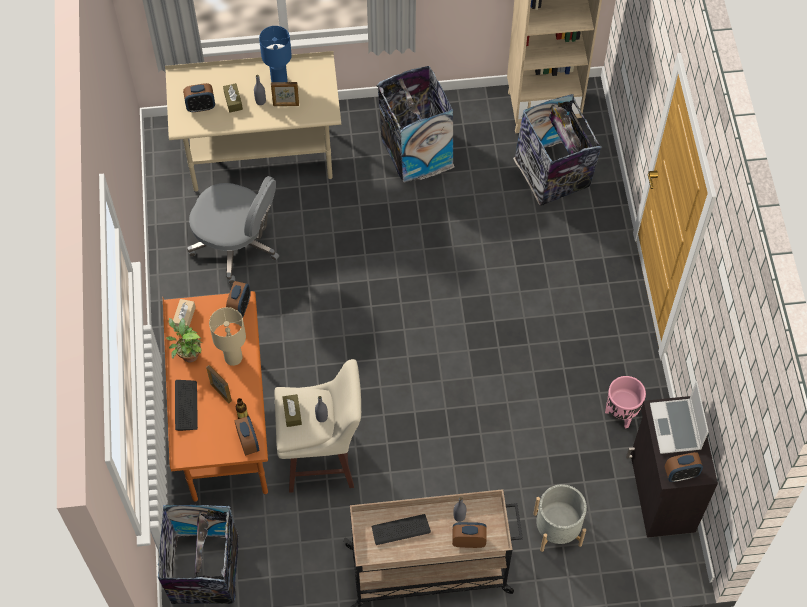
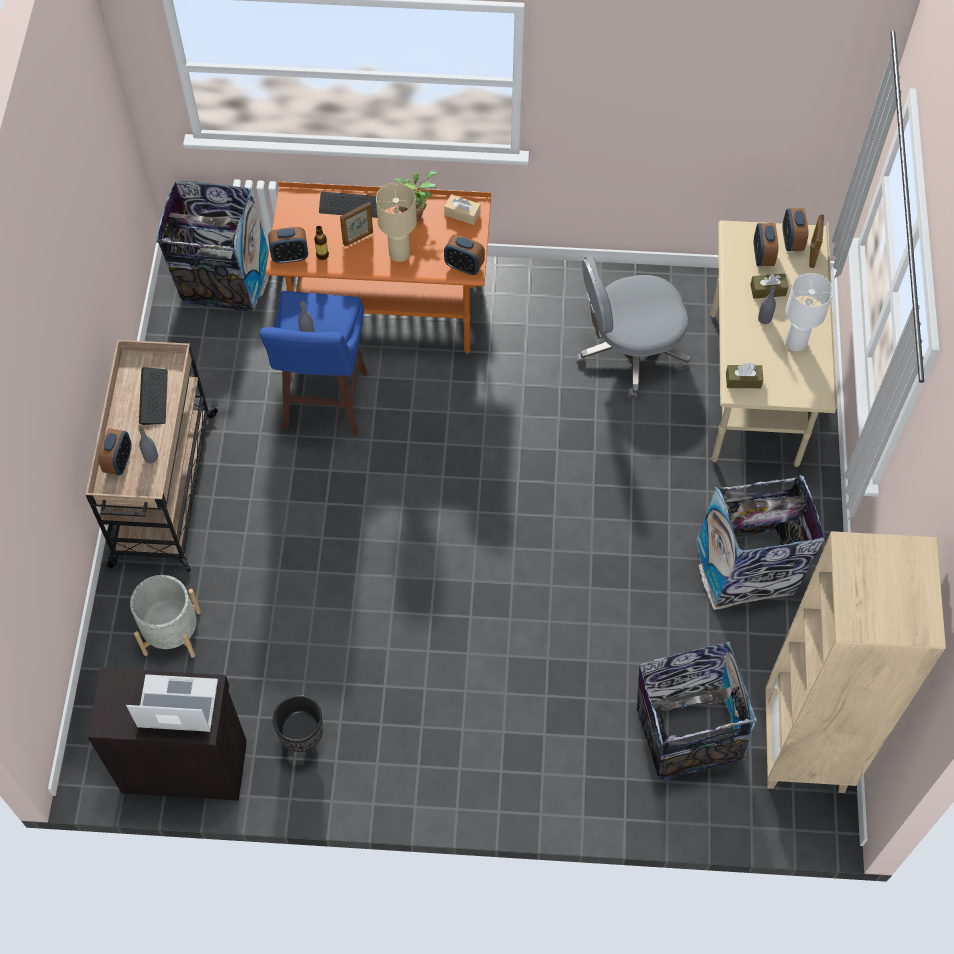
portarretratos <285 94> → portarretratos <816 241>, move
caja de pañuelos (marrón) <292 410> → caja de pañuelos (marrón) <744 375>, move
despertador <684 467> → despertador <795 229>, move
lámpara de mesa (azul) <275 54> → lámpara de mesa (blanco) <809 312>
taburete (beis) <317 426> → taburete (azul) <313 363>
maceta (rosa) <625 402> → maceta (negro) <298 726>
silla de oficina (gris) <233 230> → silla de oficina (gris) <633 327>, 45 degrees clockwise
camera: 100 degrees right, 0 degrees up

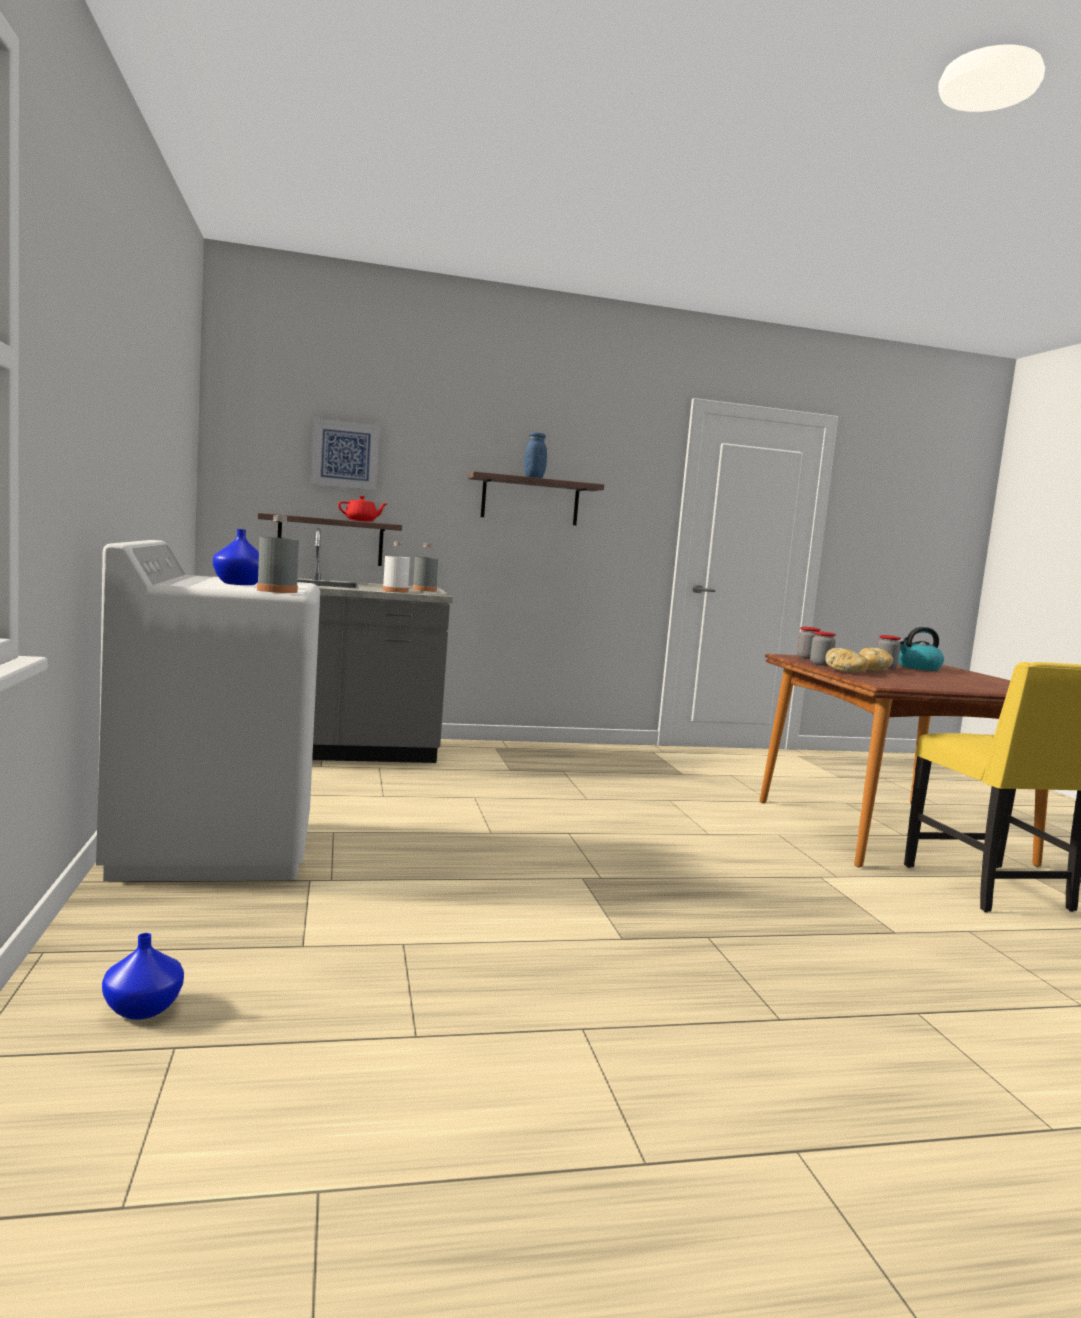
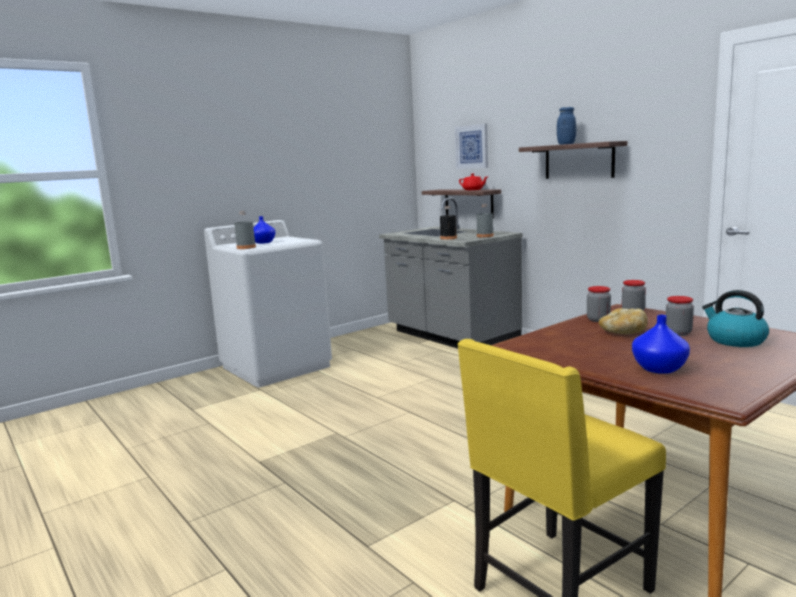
pan <847 660> → -
florero (azul) <143 976> → florero (azul) <661 344>, move
botella (blanco) <396 567> → botella (negro) <448 223>
camera: 65 degrees right, 5 degrees up

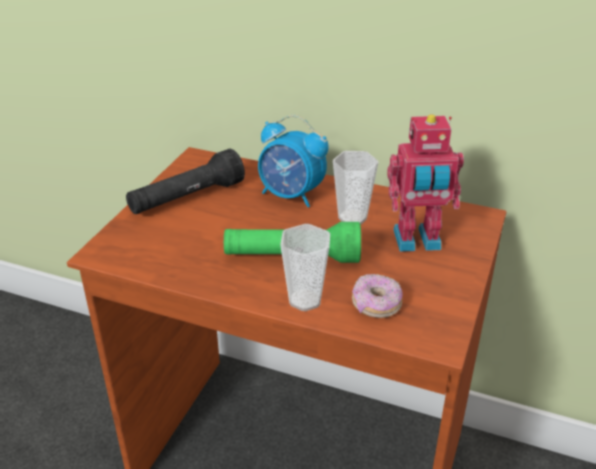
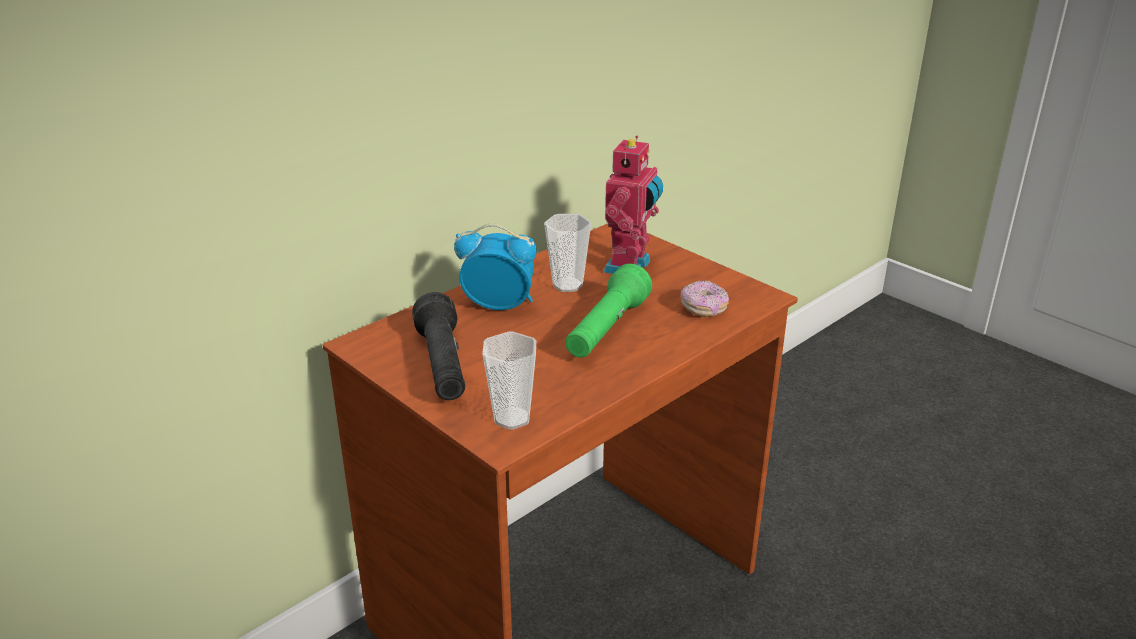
taza <305 267> → taza <509 380>, move
despertador <293 161> → despertador <495 267>, 135 degrees counterclockwise
camera: 65 degrees left, 5 degrees down

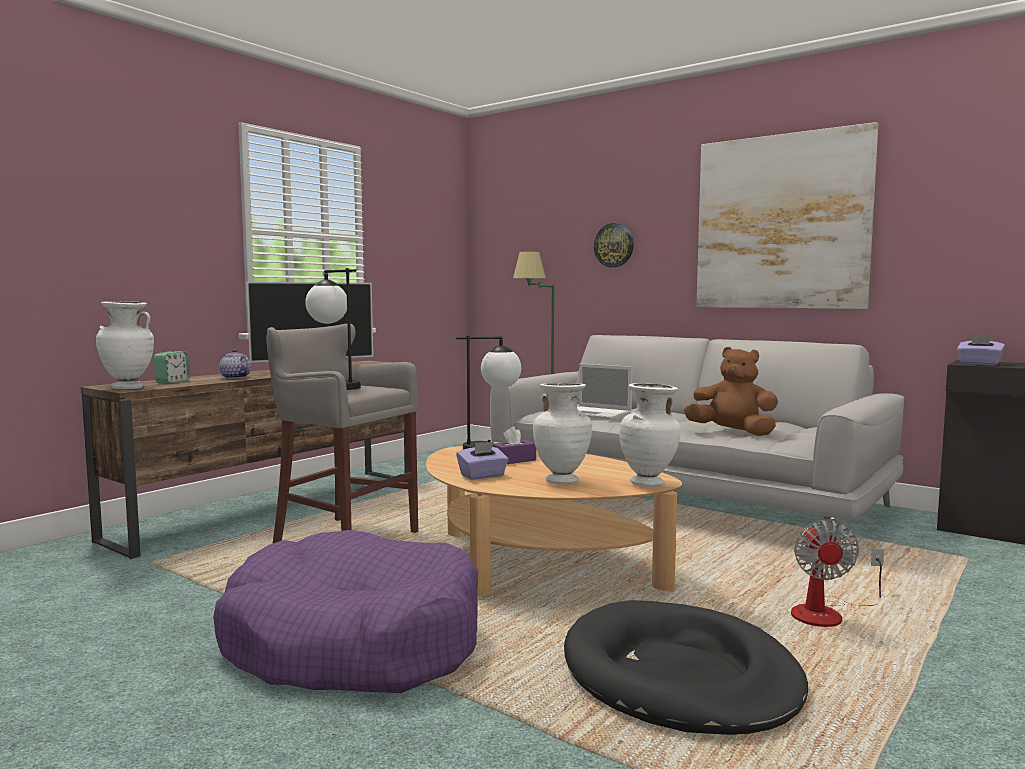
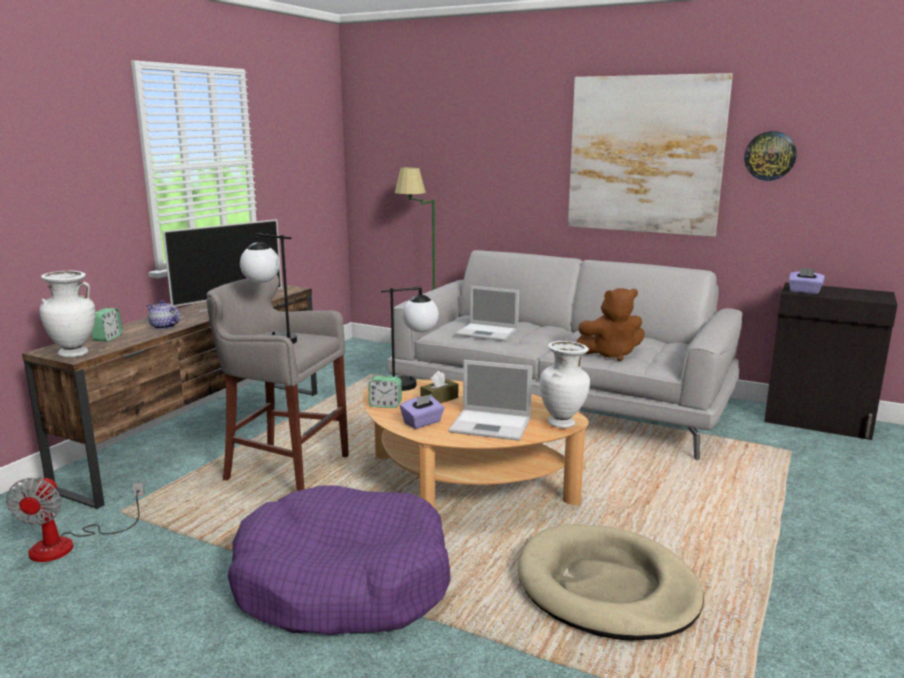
- → despertador <385 392>
reloj de pared <614 245> → reloj de pared <770 156>, move
ventilador <837 573> → ventilador <75 519>, move
florero (blanco) <562 433> → portátil <490 400>
caja de pañuelos (morado) <514 445> → caja de pañuelos (marrón) <439 387>
cama para perro (negro) <686 667> → cama para perro (beis) <611 582>
peluche (marrón) <731 391> → peluche (marrón) <611 324>, 150 degrees clockwise
camera: 10 degrees left, 10 degrees up

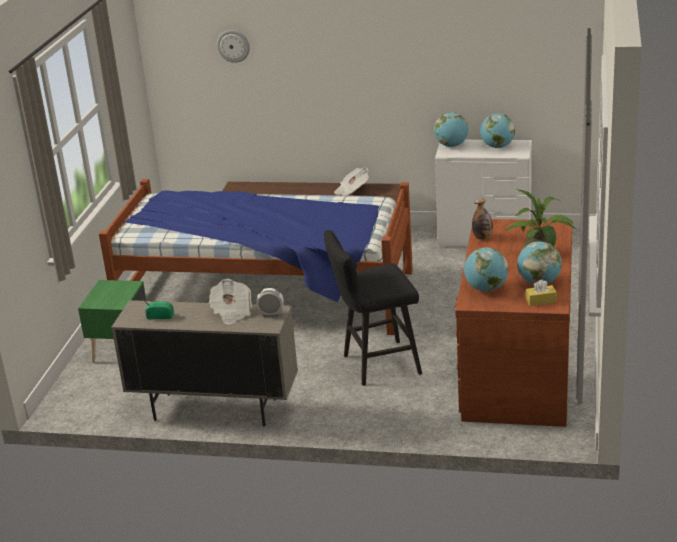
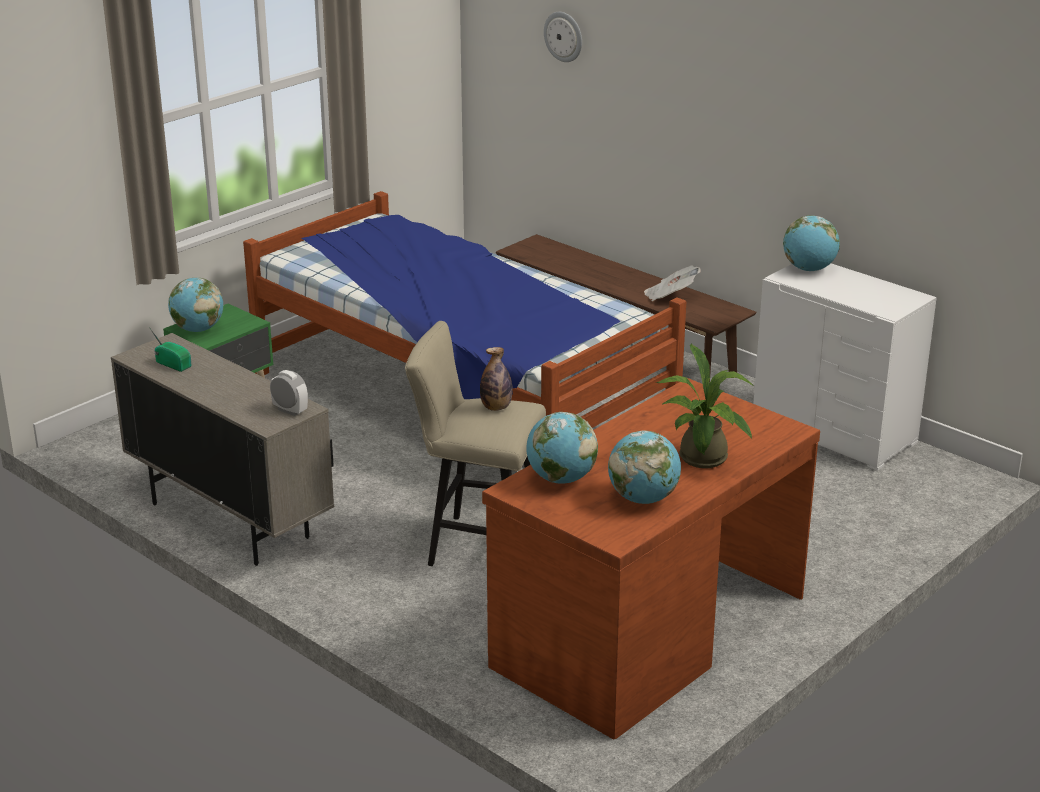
periódico <230 302> → -
caja de pañuelos (amarillo) <541 293> → -
botella <482 219> → botella <496 379>, move
globo terráqueo <497 130> → globo terráqueo <195 304>, move
taburete (negro) <373 308> → taburete (beis) <475 443>
camera: 30 degrees right, 0 degrees up

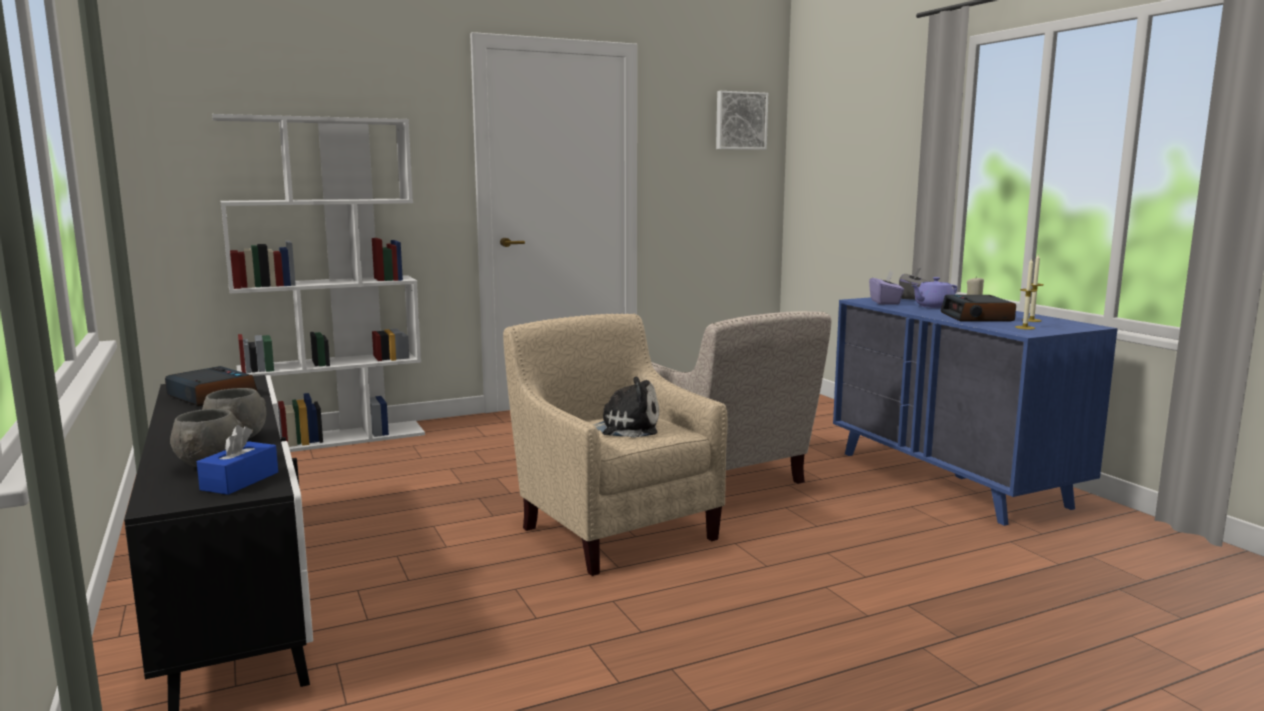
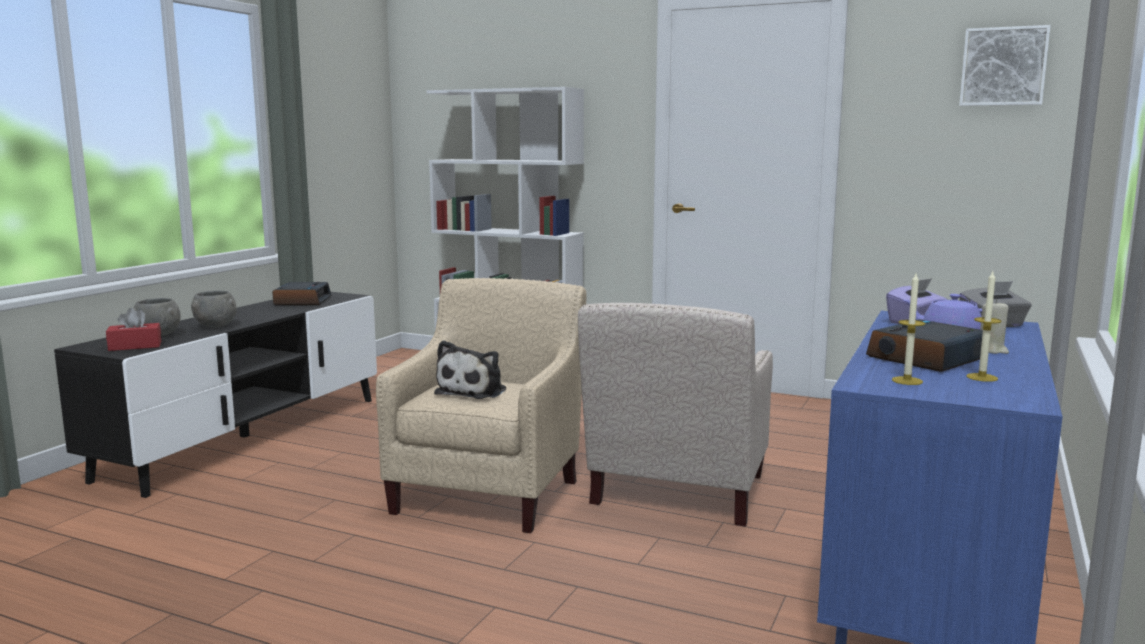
caja de pañuelos (azul) <237 460> → caja de pañuelos (rojo) <133 329>
peluche <626 407> → peluche <470 369>, 60 degrees clockwise
camera: 50 degrees right, 0 degrees up

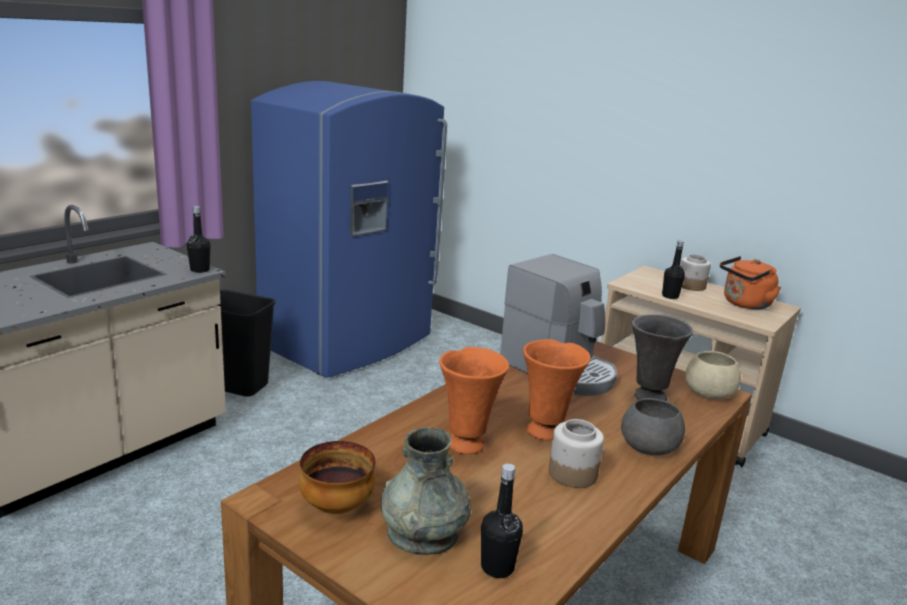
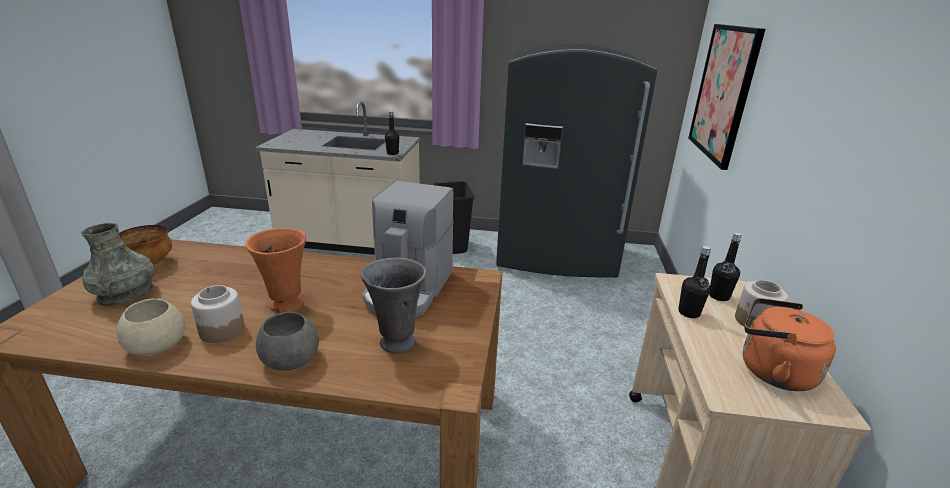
florero (naranja) <474 400> → -
- → cuadro <727 97>
botella (negro) <502 521> → botella (negro) <725 266>, move
cuenco (beis) <713 375> → cuenco (beis) <150 327>, move
nevera (azul) <349 229> → nevera (gris) <576 161>
camera: 60 degrees right, 5 degrees up

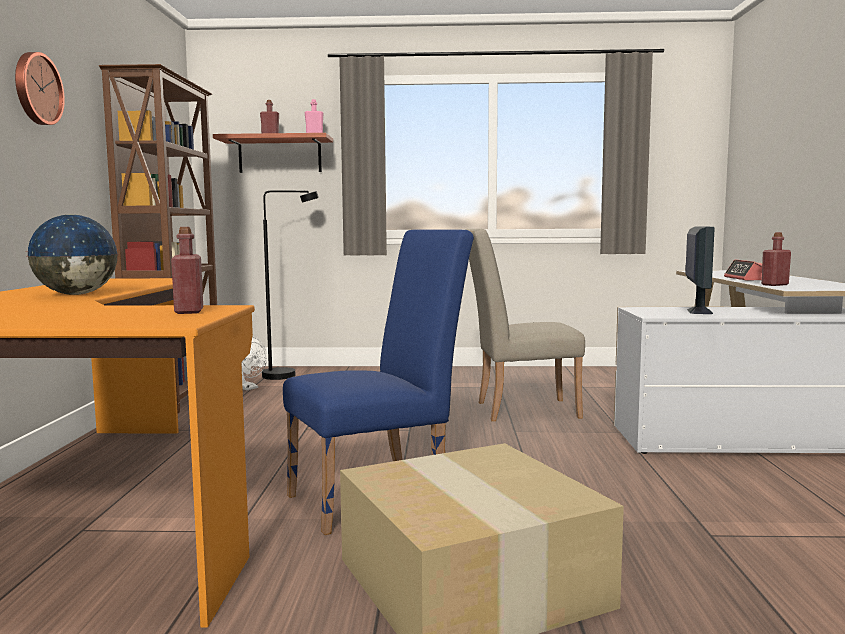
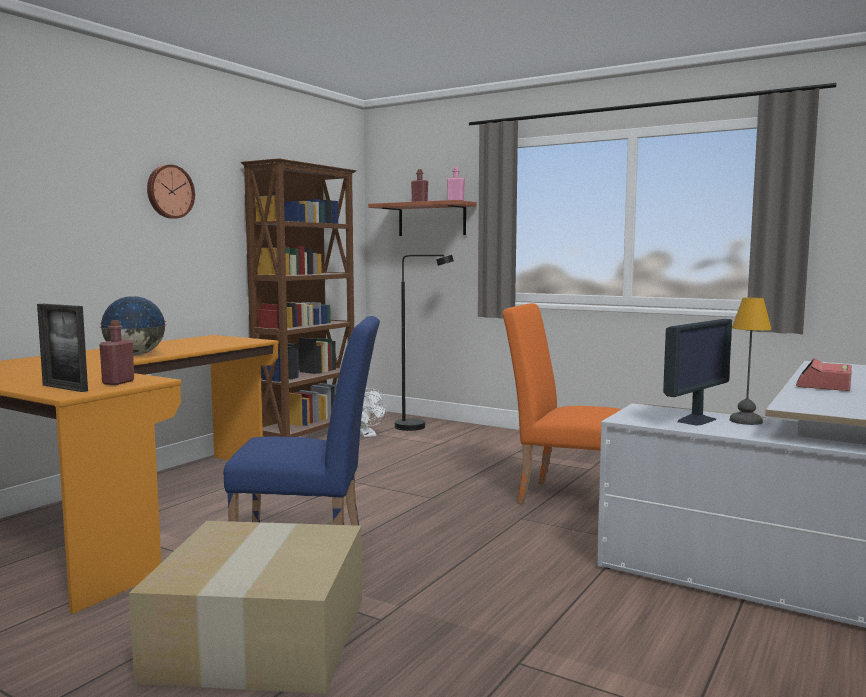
botella (rojo) <776 259> → -
- → portarretratos <62 348>
- → lámpara de mesa <750 361>
silla (beis) <525 324> → silla (naranja) <562 404>
camera: 30 degrees right, 0 degrees up

